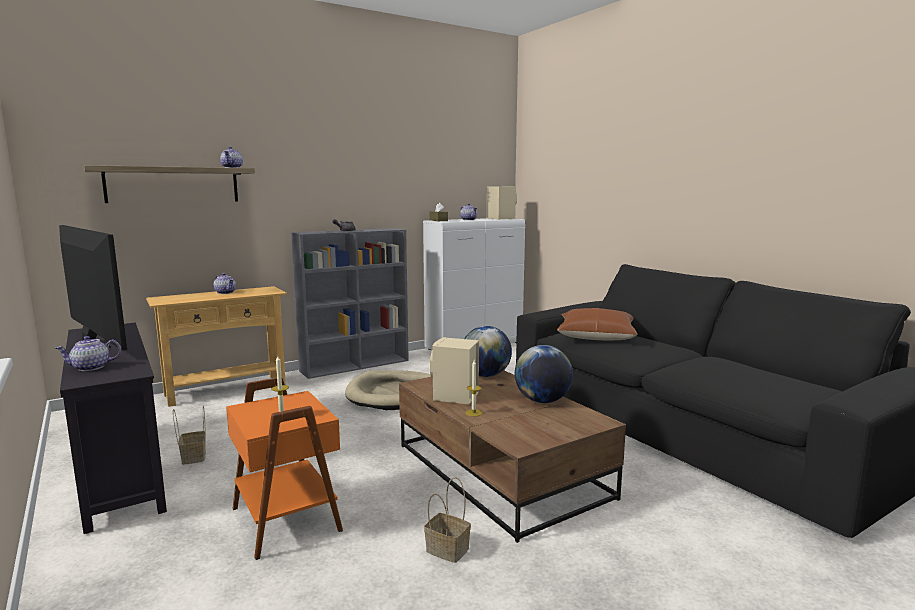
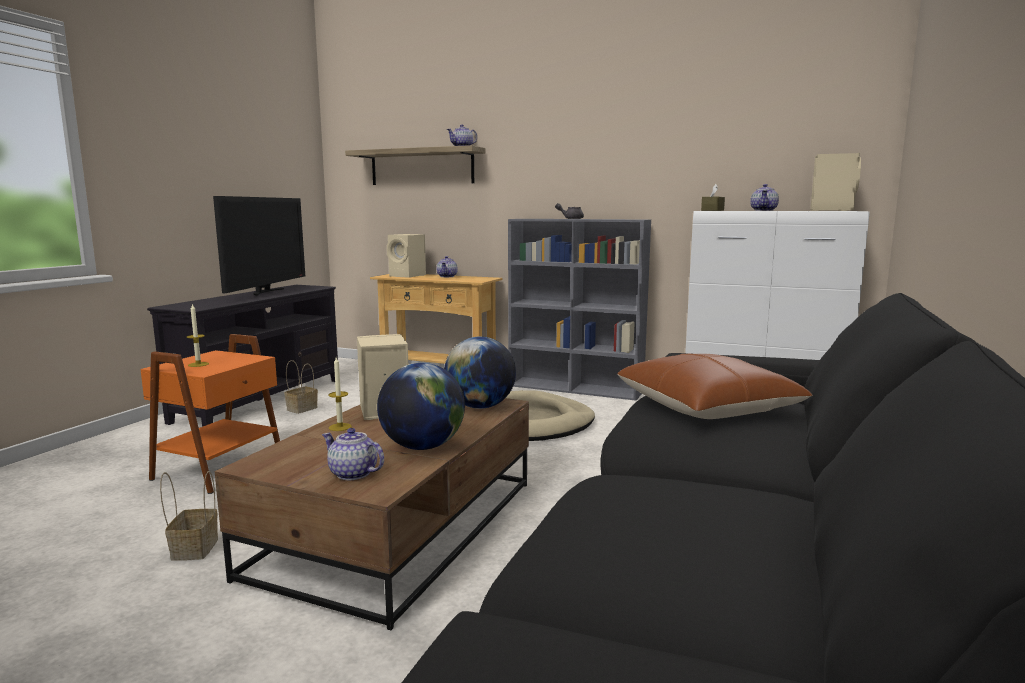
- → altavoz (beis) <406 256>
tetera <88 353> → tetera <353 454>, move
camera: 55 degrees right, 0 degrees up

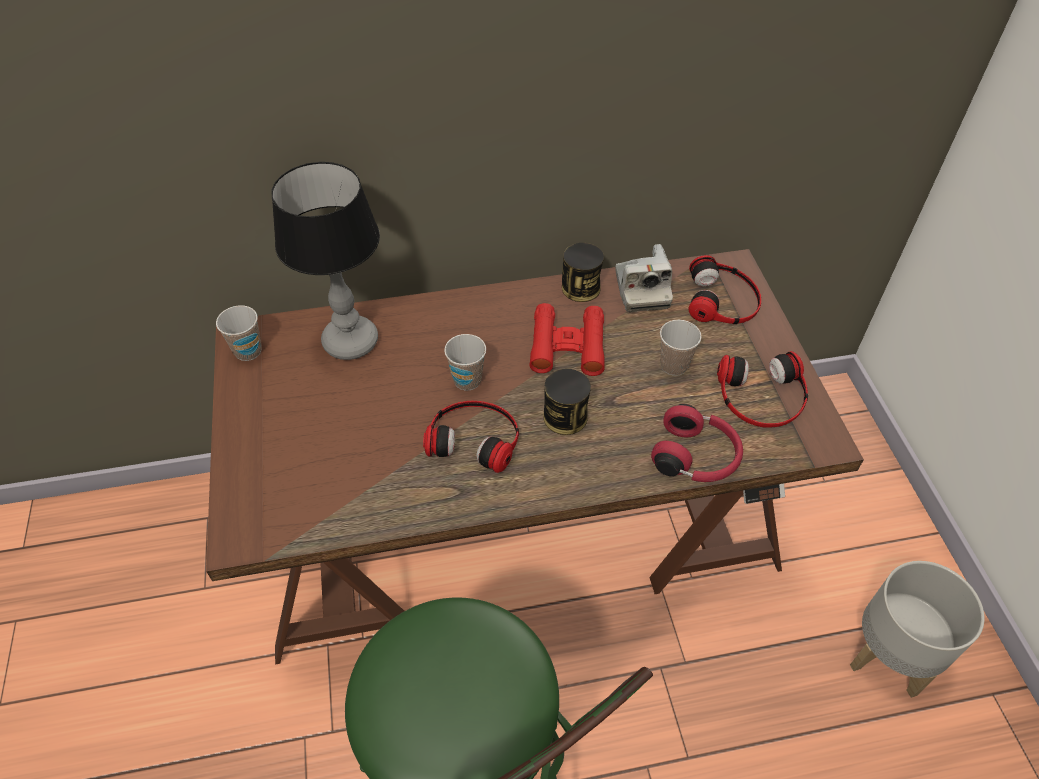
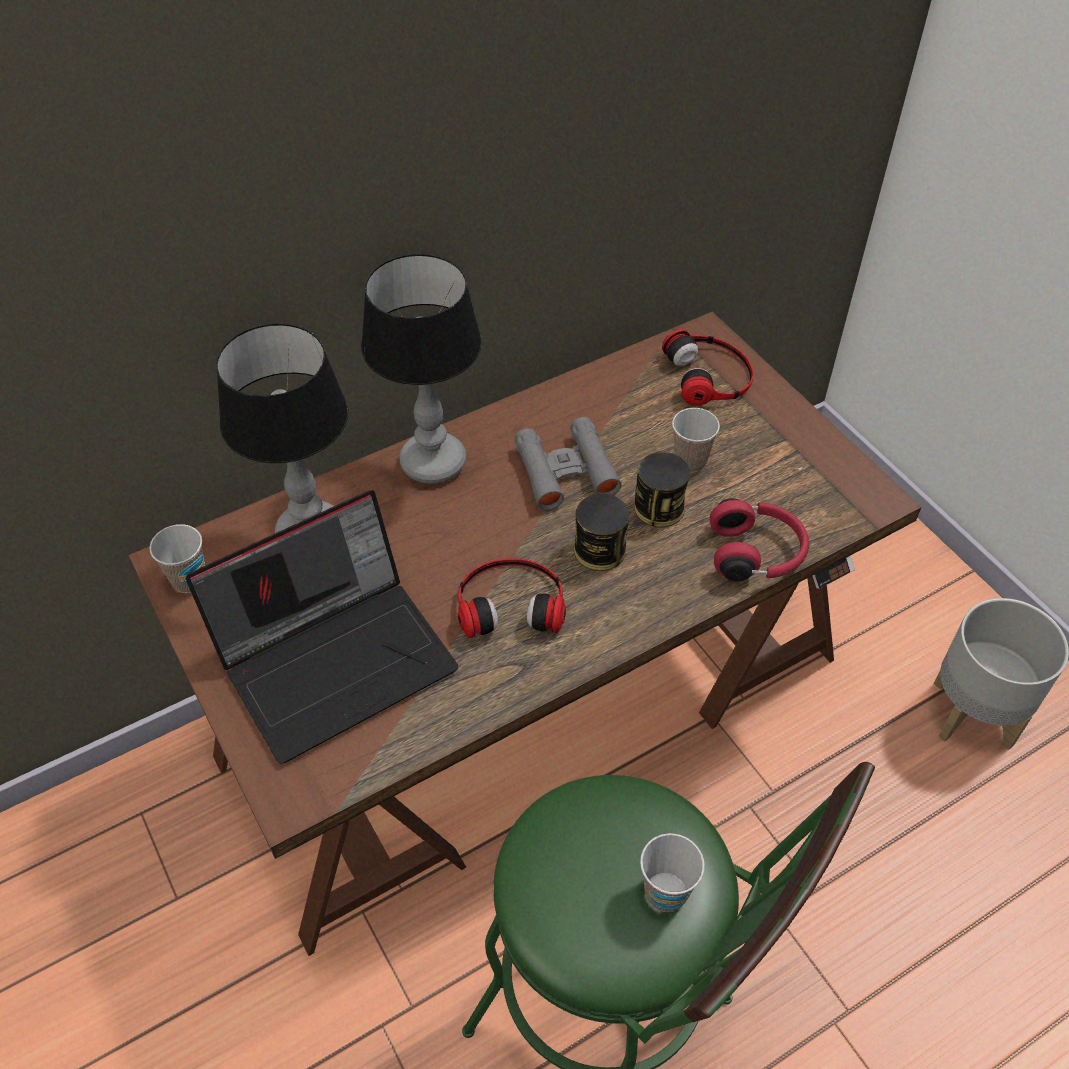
cámara <644 278> → -
auriculares <762 389> → -
- → portátil <322 627>
- → lámpara de mesa <421 369>
taza <465 362> → taza <672 872>, move
lata <583 272> → lata <662 489>, move
prismáticos (rojo) <567 339> → prismáticos (gris) <568 463>
camera: 20 degrees left, 0 degrees up

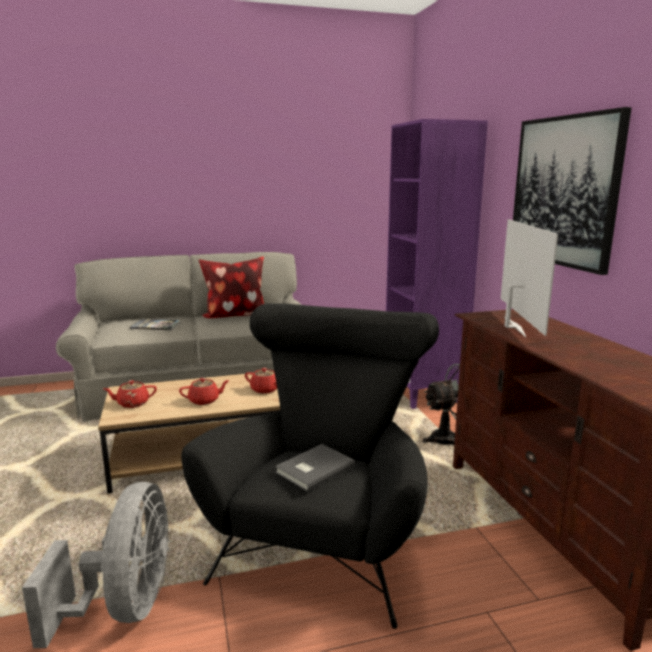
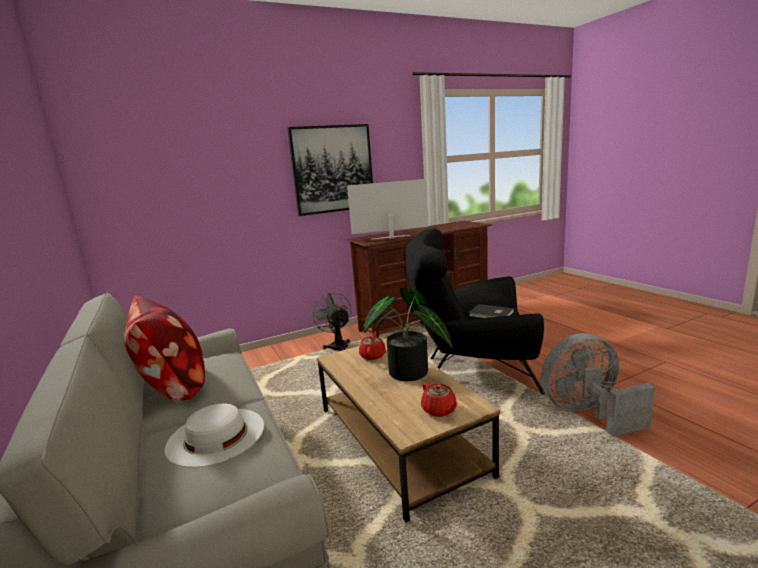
estantería (morado) <437 264> → -
libro <155 324> → sombrero (blanco) <214 435>
tetera (rojo) <204 391> → planta en maceta <408 334>
camera: 100 degrees left, 0 degrees up

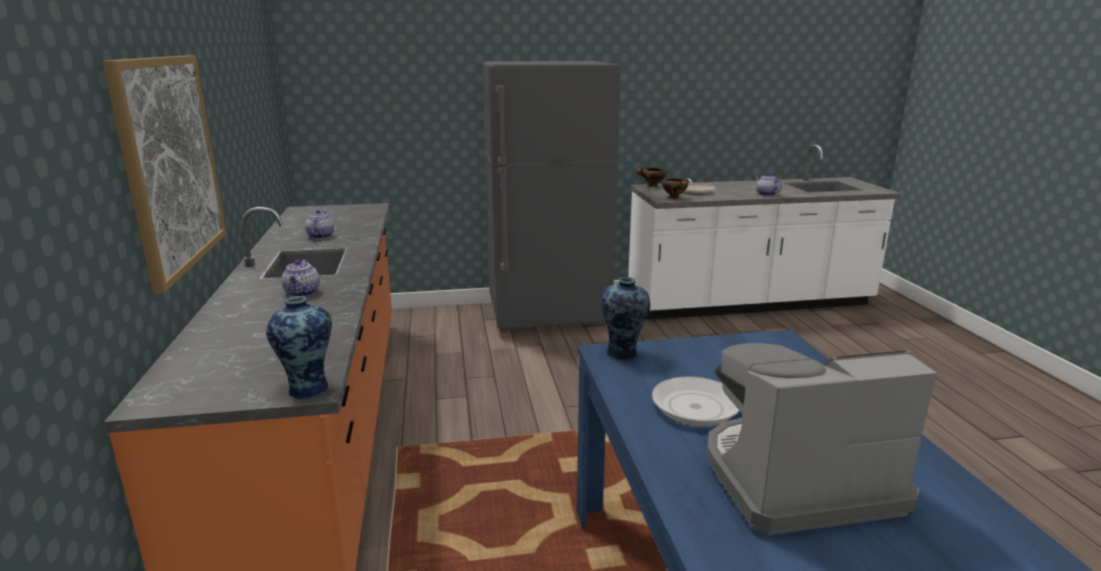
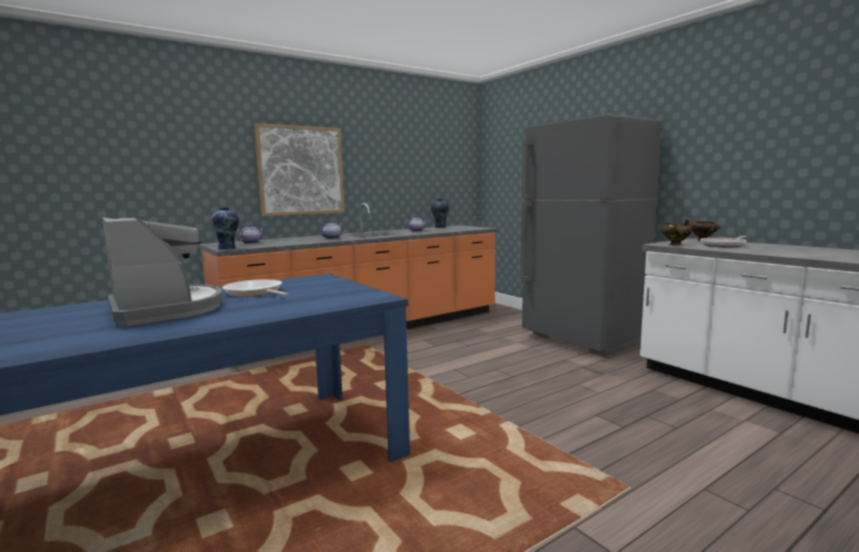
florero <625 318> → florero <440 213>, move
tetera <768 184> → tetera <250 234>, move
camera: 65 degrees right, 10 degrees down

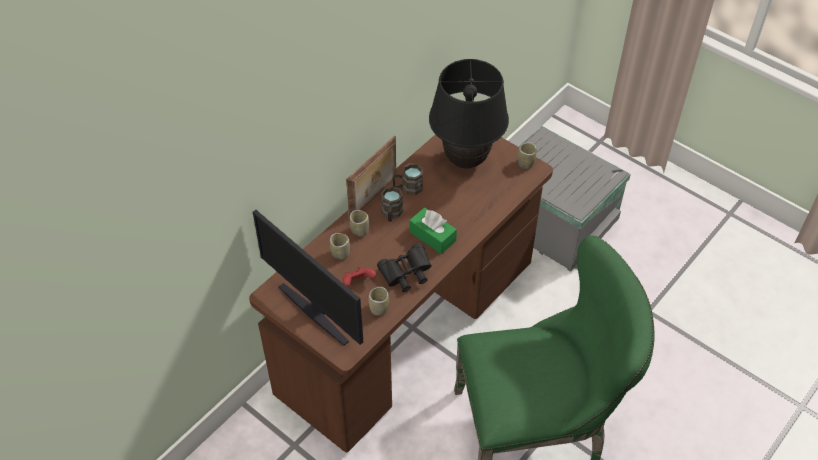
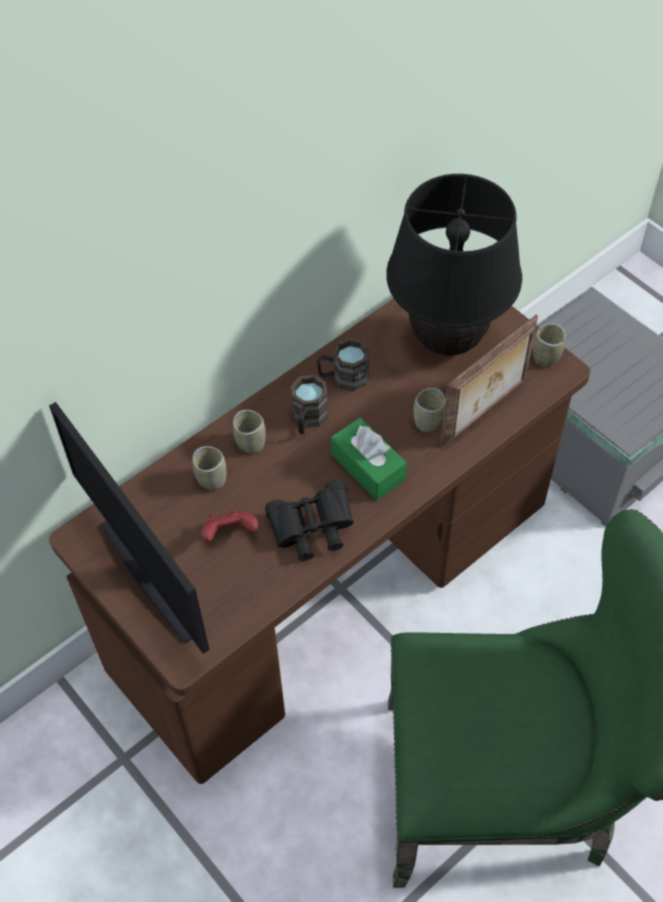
portarretratos <371 177> → portarretratos <489 380>, move
taza <378 301> → taza <429 410>, move
camera: 10 degrees right, 5 degrees up

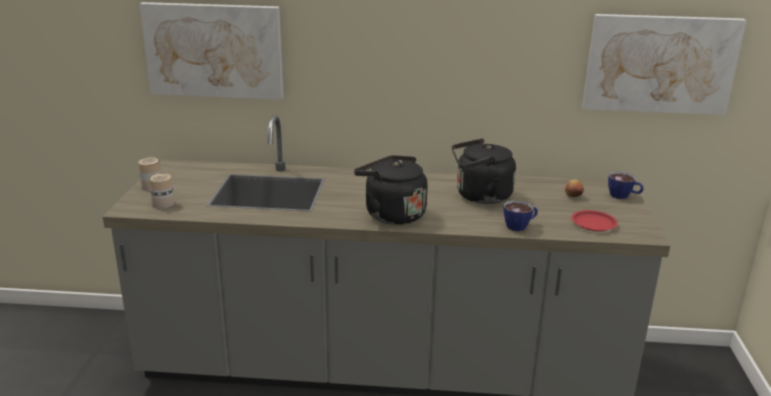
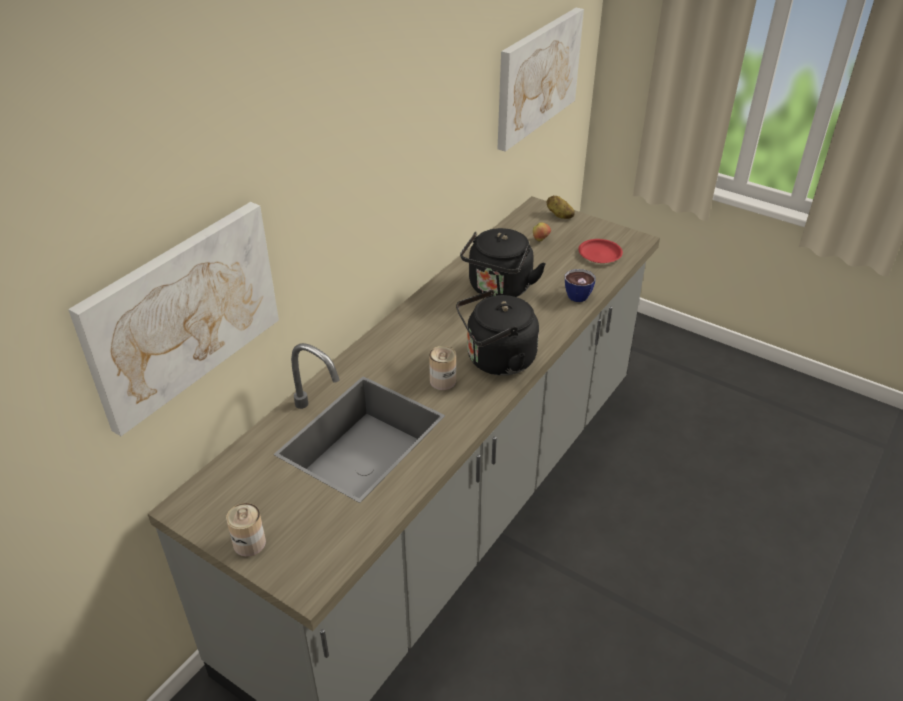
lata <161 191> → lata <442 368>, move
taza <626 185> → patata <561 207>
camera: 60 degrees left, 15 degrees up

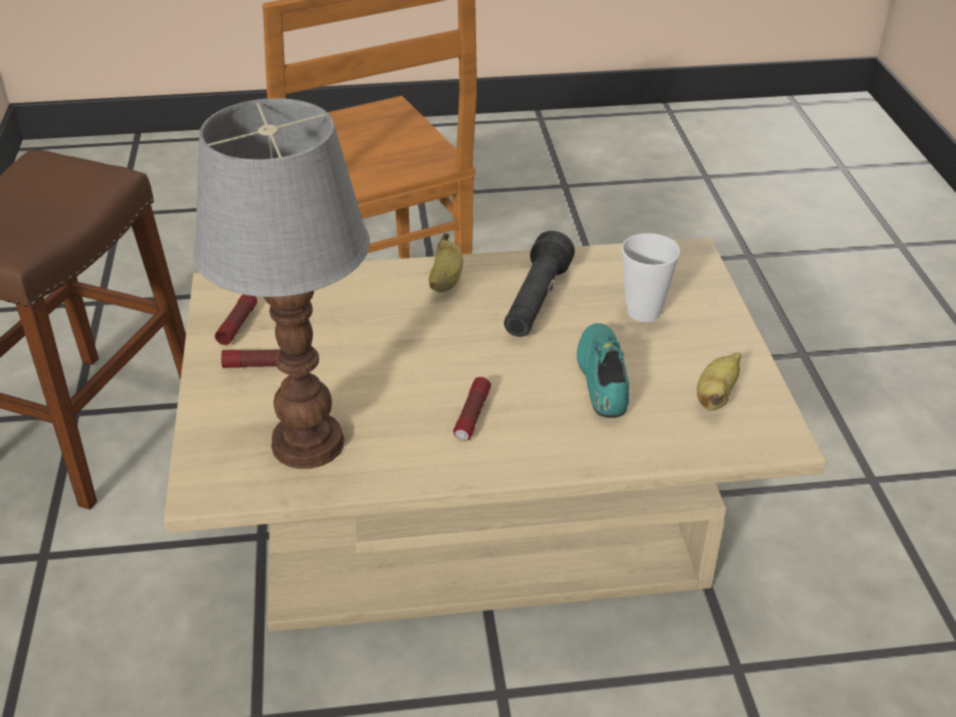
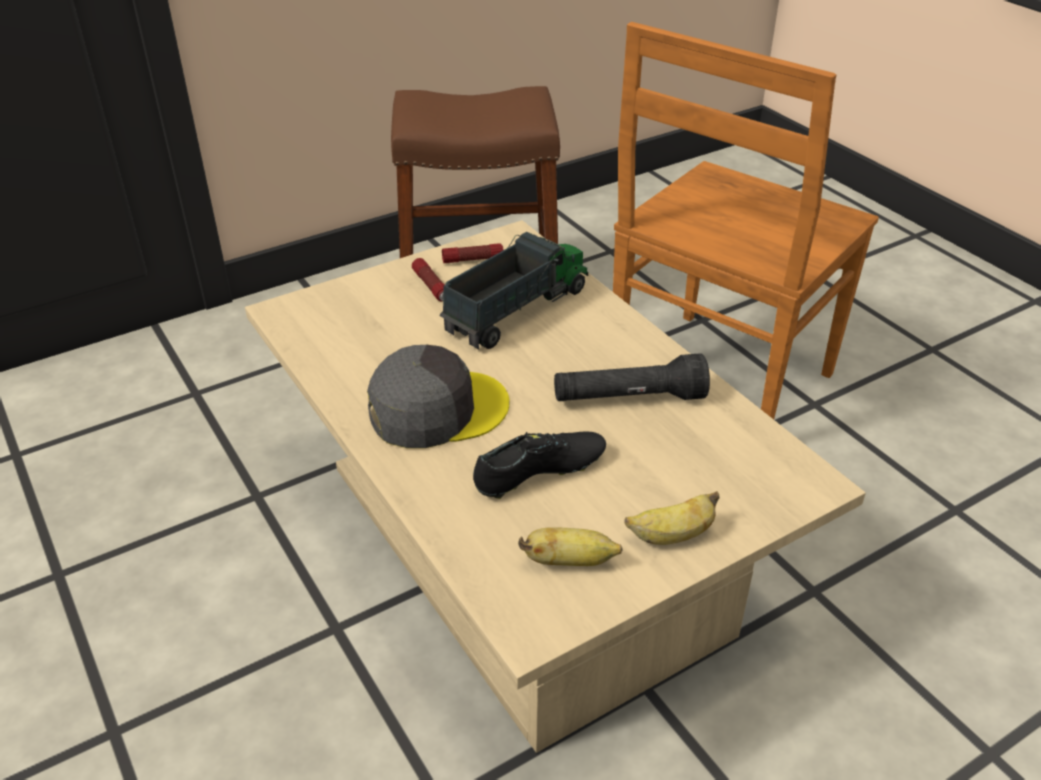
lámpara de mesa <281 283> → -
taza <650 277> → -
- → camión de juguete <513 291>
plátano <446 262> → plátano <671 518>, move
linterna <472 409> → gorra (gris) <438 396>
zapato (turquesa) <603 370> → zapato (negro) <539 465>
camera: 65 degrees right, 0 degrees up

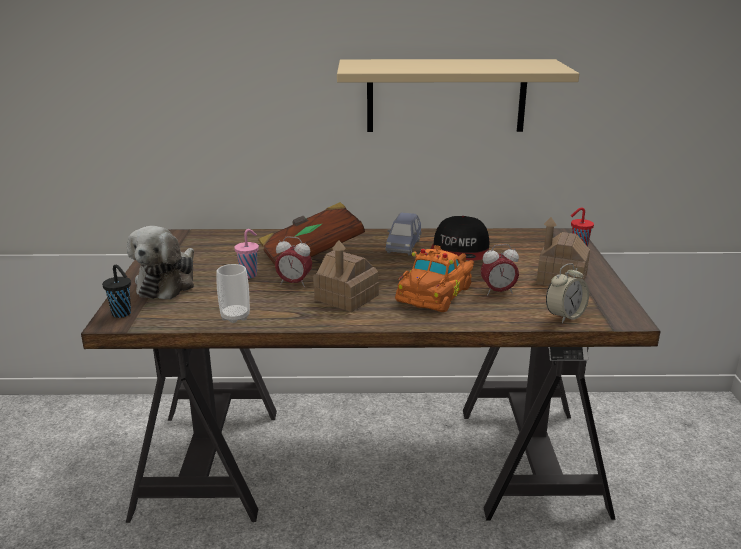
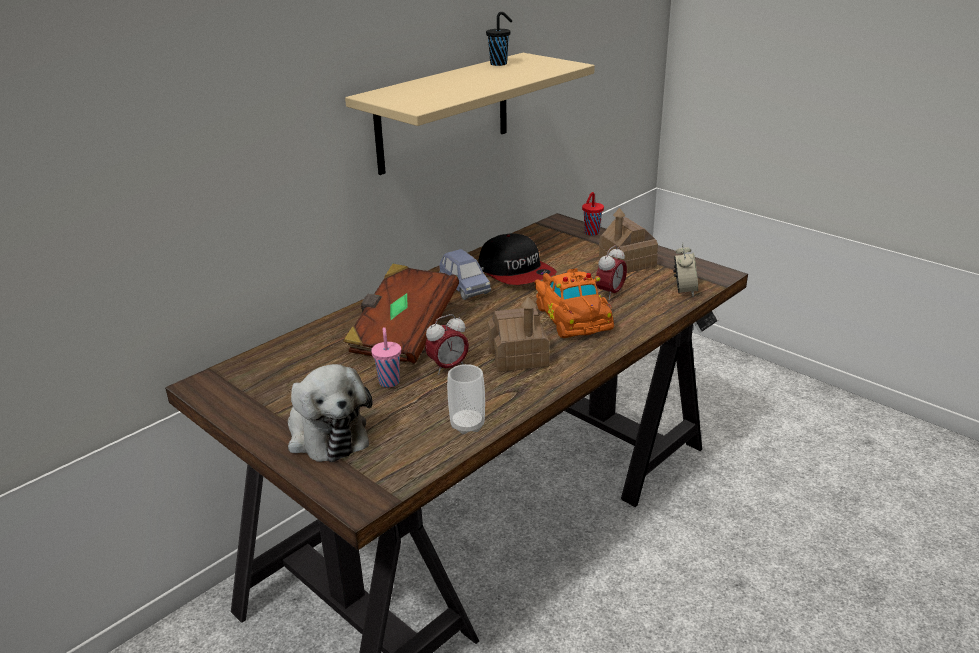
taza (negro) <116 291> → taza (negro) <499 39>, move
camera: 45 degrees left, 5 degrees up

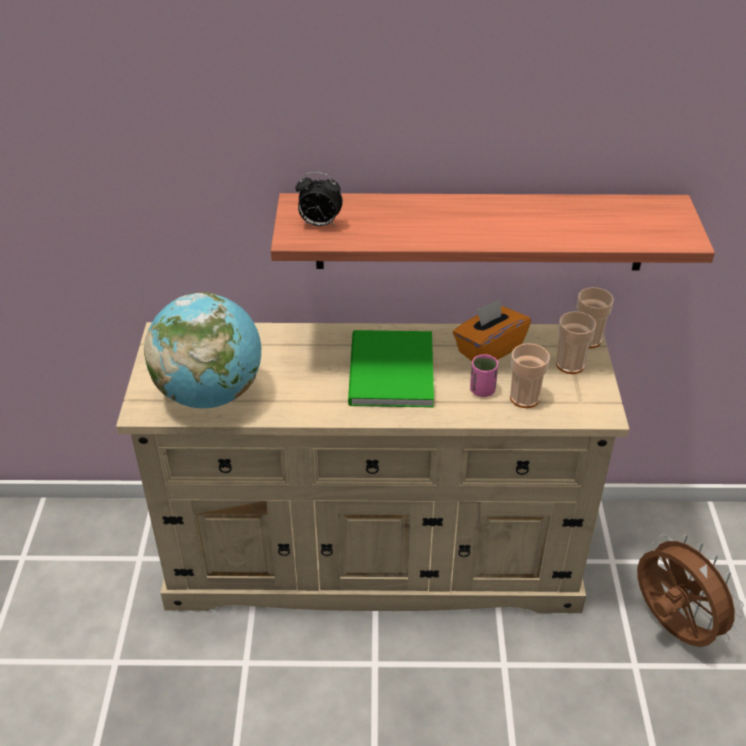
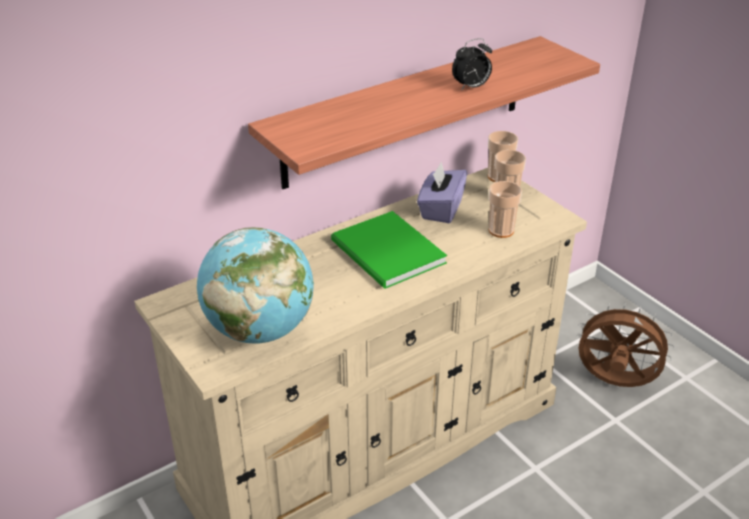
taza (rosa) <484 375> → -
despertador <319 199> → despertador <472 64>, move
caja de pañuelos (naranja) <492 330> → caja de pañuelos (morado) <442 192>
camera: 35 degrees left, 5 degrees down

